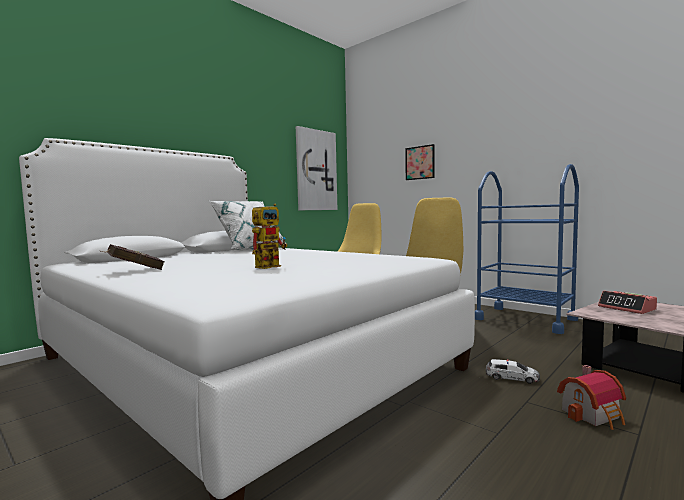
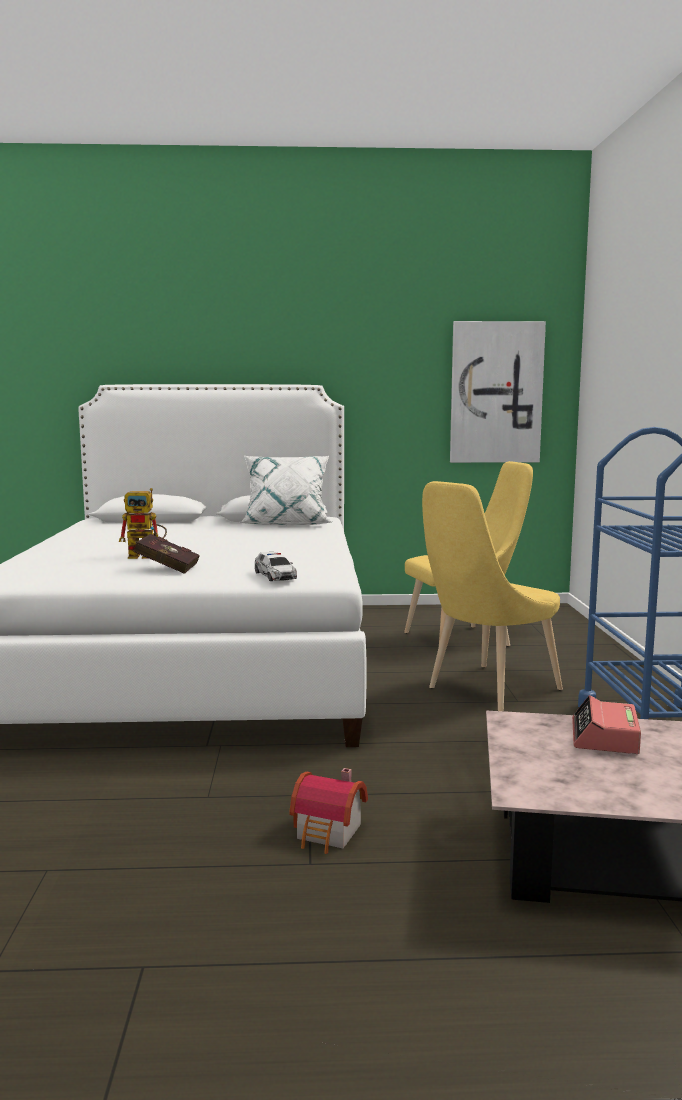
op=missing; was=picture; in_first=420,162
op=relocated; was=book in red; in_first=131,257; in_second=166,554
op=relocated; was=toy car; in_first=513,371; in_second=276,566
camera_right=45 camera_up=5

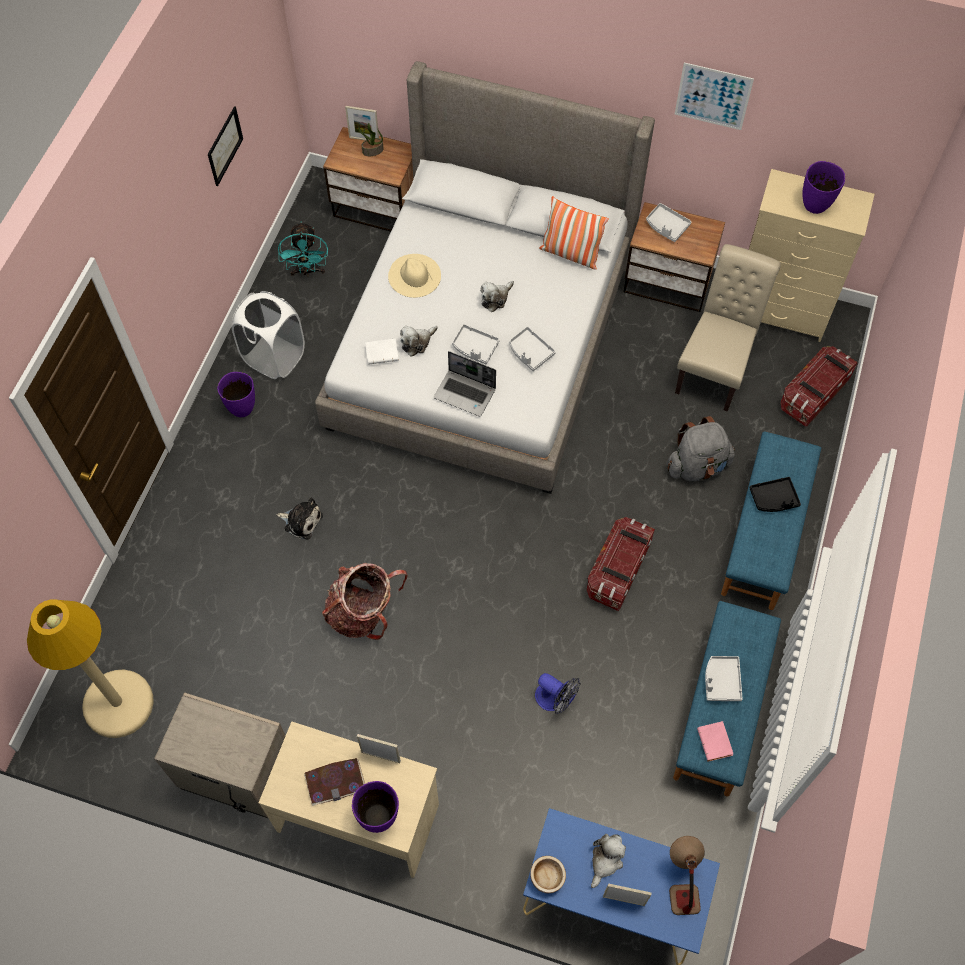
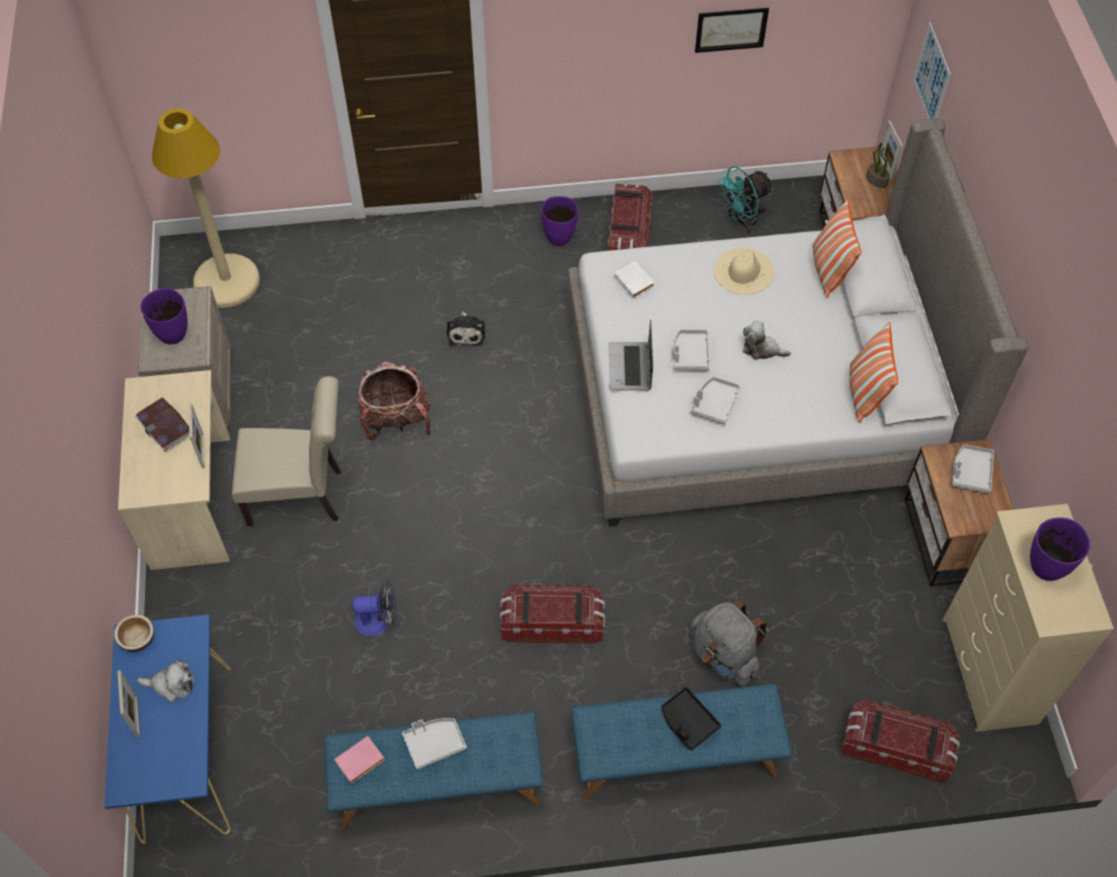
op=missing; was=plush toy; in_first=419,341
op=missing; was=table lamp; in_first=687,875
op=appeared; now=pillow; in_second=837,248
op=relocated; was=vase in purple; in_first=375,807; in_second=164,316
op=relocated; was=picture; in_first=714,96; in_second=932,70
op=relocated; was=chair in beige; in_first=728,328; in_second=286,451
op=exchanged; was=laundry basket in white; now=storage box; in_first=268,335; in_second=630,217
op=spun; was=fan; in_first=558,693; in_second=374,608; clockwise=-105
camera_right=65 camera_up=-5

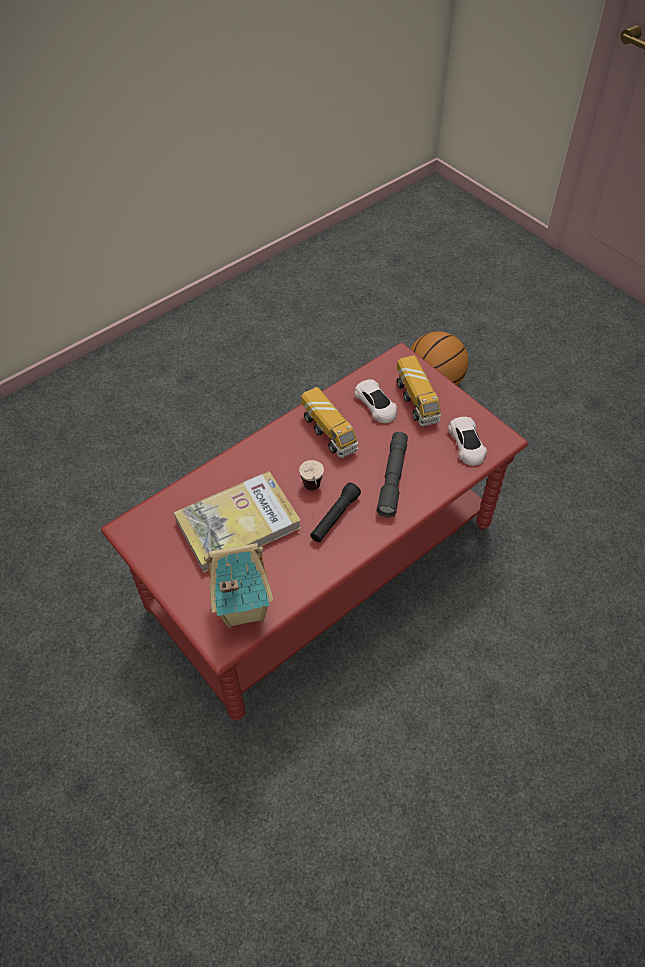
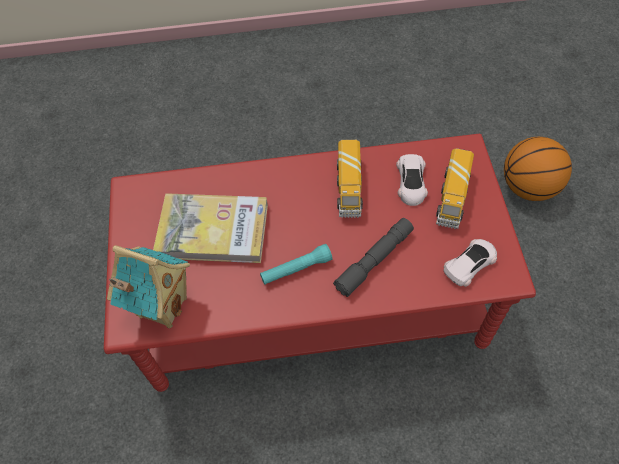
op=missing; was=cup; in_first=311,475
op=colour; was=flashlight in black; now=flashlight in turquoise; in_first=335,512; in_second=296,264
op=spun; was=toy car in white; in_first=467,441; in_second=470,263; clockwise=-150
camera_right=35 camera_up=5

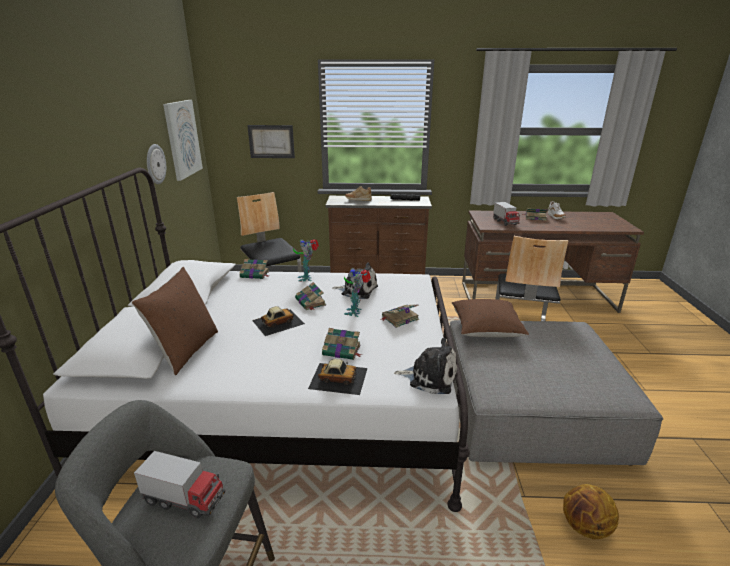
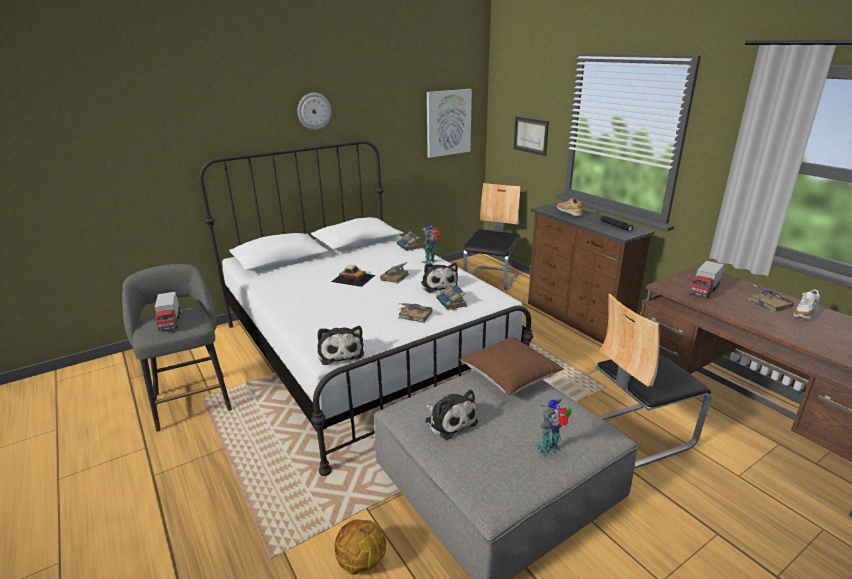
op=missing; was=pillow in brown; in_first=175,321
op=missing; was=toy car; in_first=338,377
op=appeared; now=plush toy; in_second=451,415
op=relocated; was=wall clock; in_first=156,164; in_second=314,111
op=relocated; was=book; in_first=342,344; in_second=452,296
op=relocated; was=toy robot; in_first=357,292; in_second=554,428
camera_right=55 camera_up=0

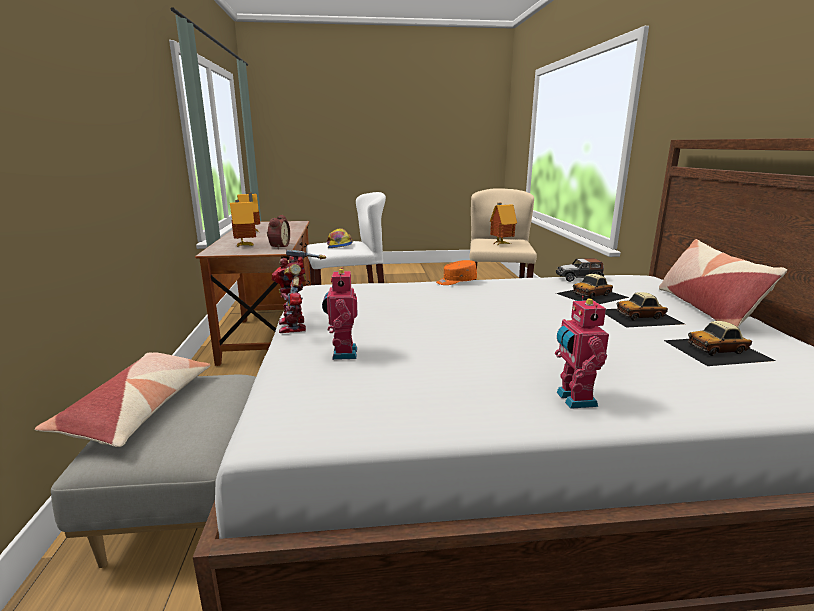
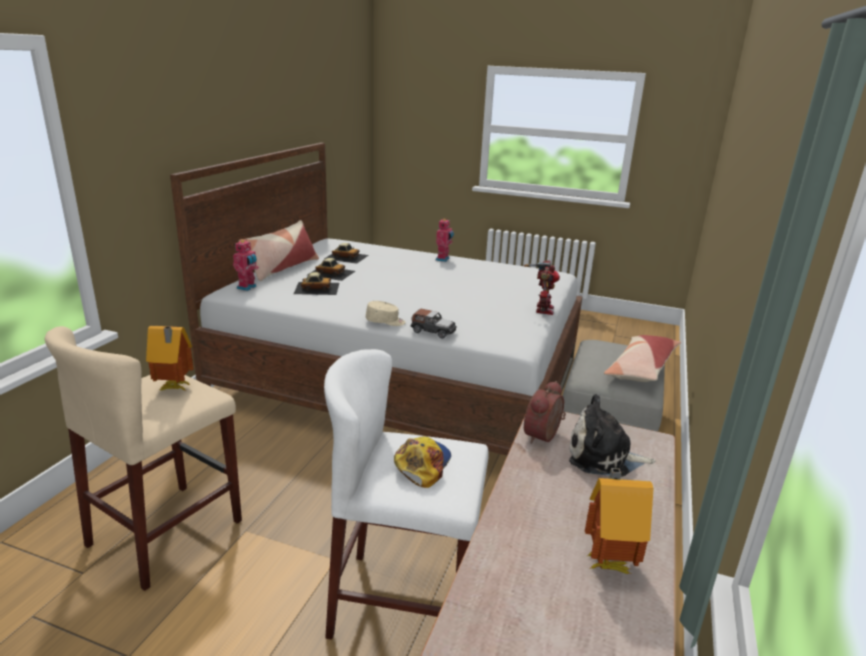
op=relocated; was=toy robot; in_first=339,314; in_second=246,265
op=relocated; was=toy car; in_first=580,270; in_second=434,324
op=exchanged; was=toy house; now=plush toy; in_first=243,224; in_second=612,435
op=colour; was=cap in orange; now=cap in beige; in_first=456,272; in_second=386,313
camera_right=-155 camera_up=5

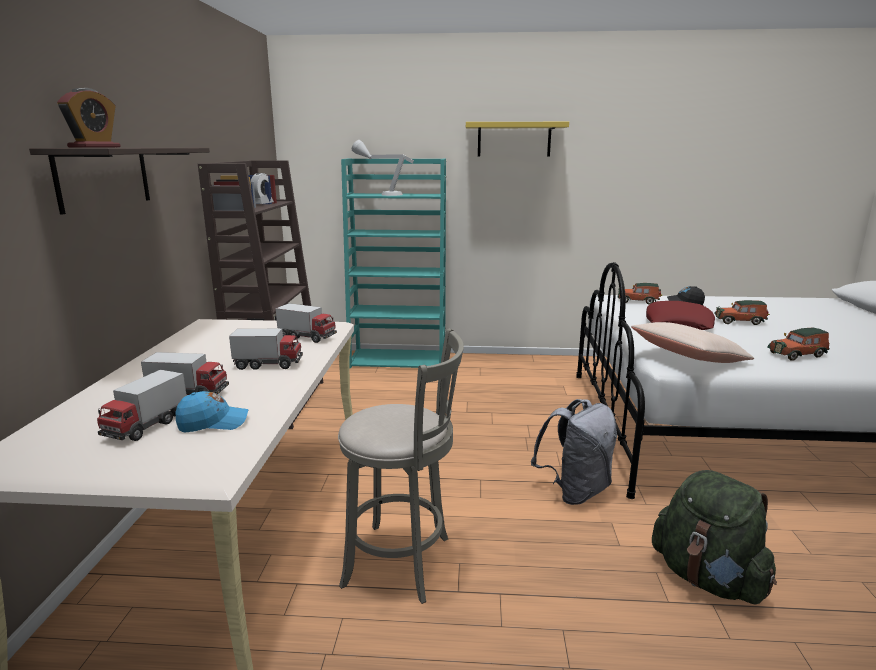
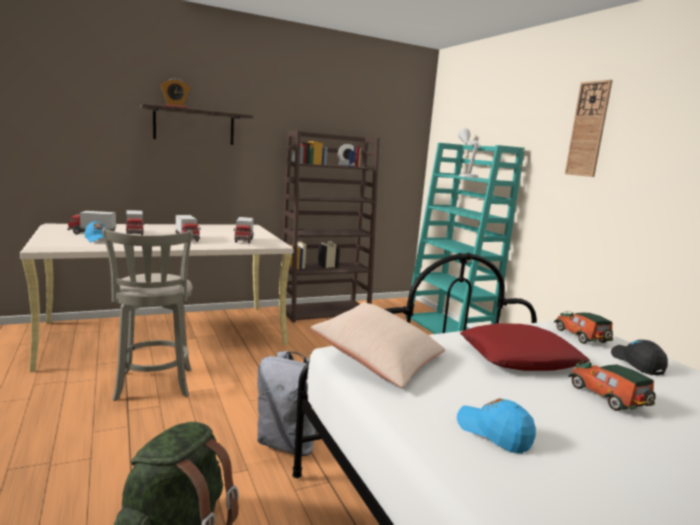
op=exchanged; was=shelf in yellow; now=wall clock; in_first=517,139; in_second=589,128
op=exchanged; was=toy car; now=cap in blue; in_first=798,344; in_second=496,426
camera_right=60 camera_up=-5

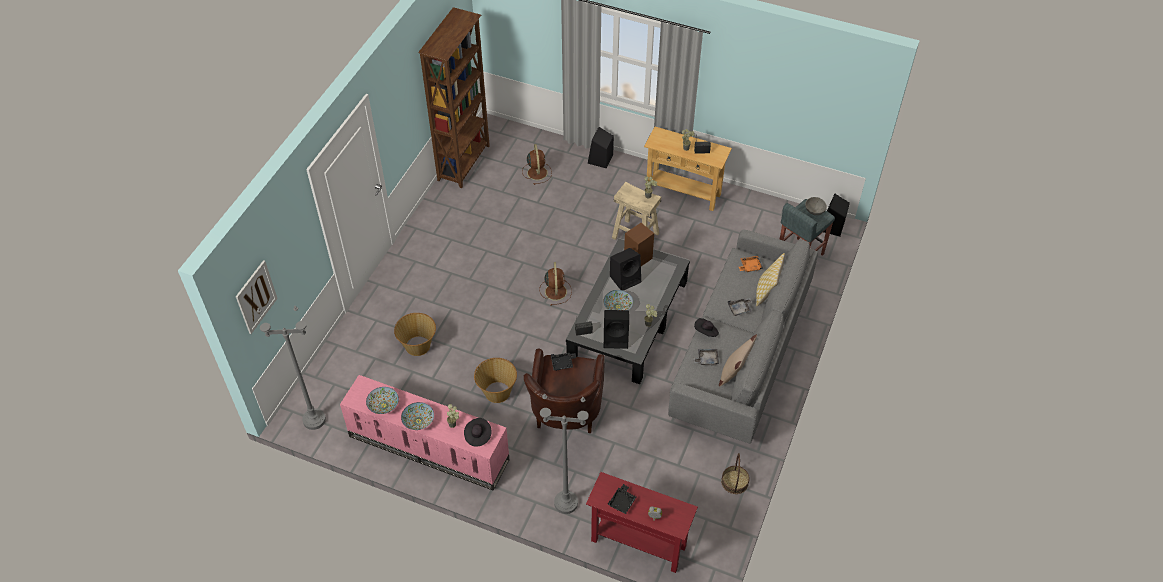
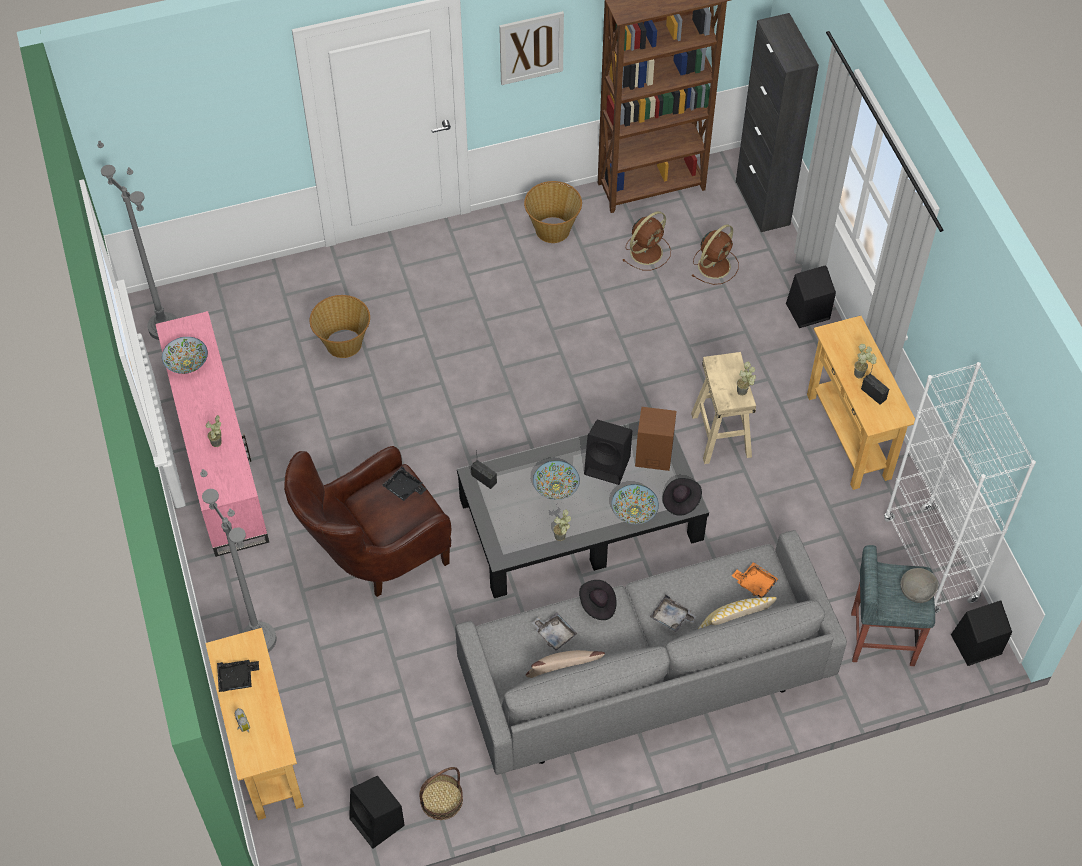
op=appeared; now=cabinet in black; in_second=777,122
op=appeared; now=bookcase in white; in_second=960,488
op=relocated; was=picture; in_first=257,297; in_second=531,48
op=relocated; was=bowl; in_first=417,416; in_second=635,504
op=relocated; was=hat in black; in_first=478,432; in_second=682,497
op=relocated; was=basket; in_first=495,380; in_second=553,212
op=relocated; was=fan in brown; in_first=555,284; in_second=647,241
op=relocated; was=speaker in black; in_first=616,329; in_second=377,812
op=colour; was=console table in red; now=console table in beige; in_first=642,522; in_second=254,724
camera_right=50 camera_up=5

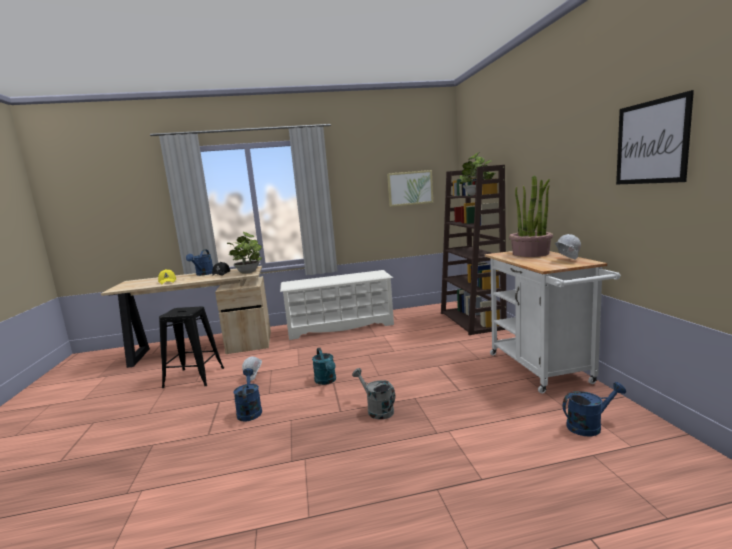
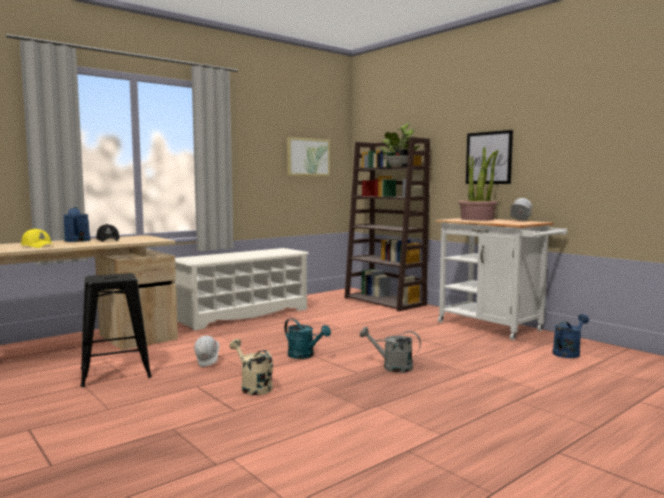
op=missing; was=potted plant; in_first=244,253
op=relocated; was=picture; in_first=655,137; in_second=489,157
op=colour; was=watering can in blue; now=watering can in beige; in_first=247,394; in_second=251,367
camera_right=-30 camera_up=-5

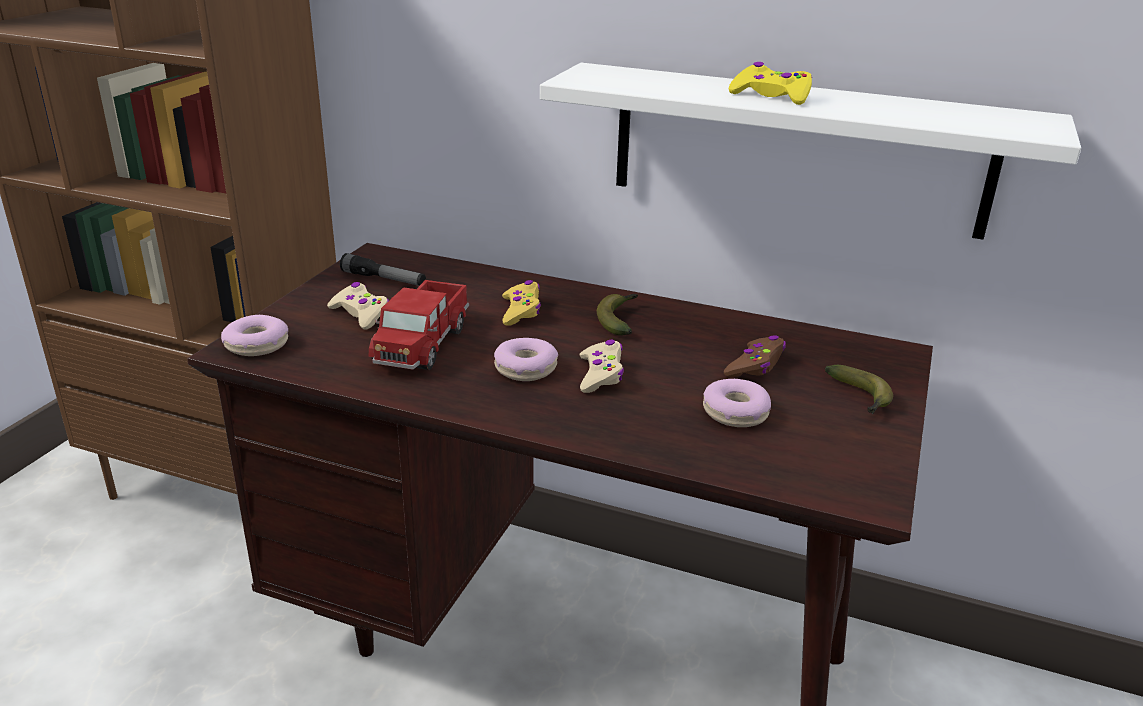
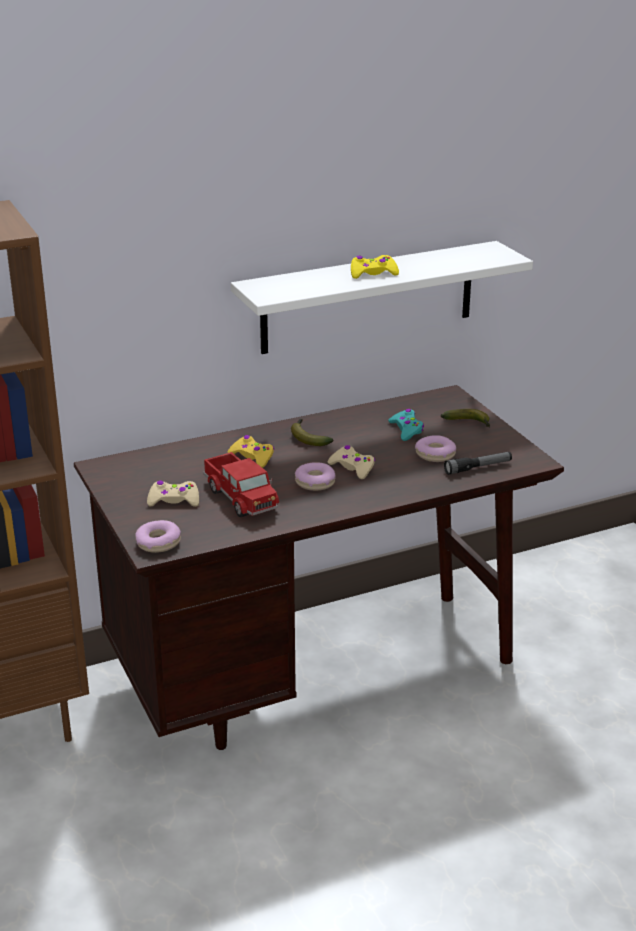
op=relocated; was=flashlight; in_first=383,269; in_second=478,463
op=colour; was=game controller in brown; now=game controller in turquoise; in_first=755,356; in_second=406,425
camera_right=-45 camera_up=0

